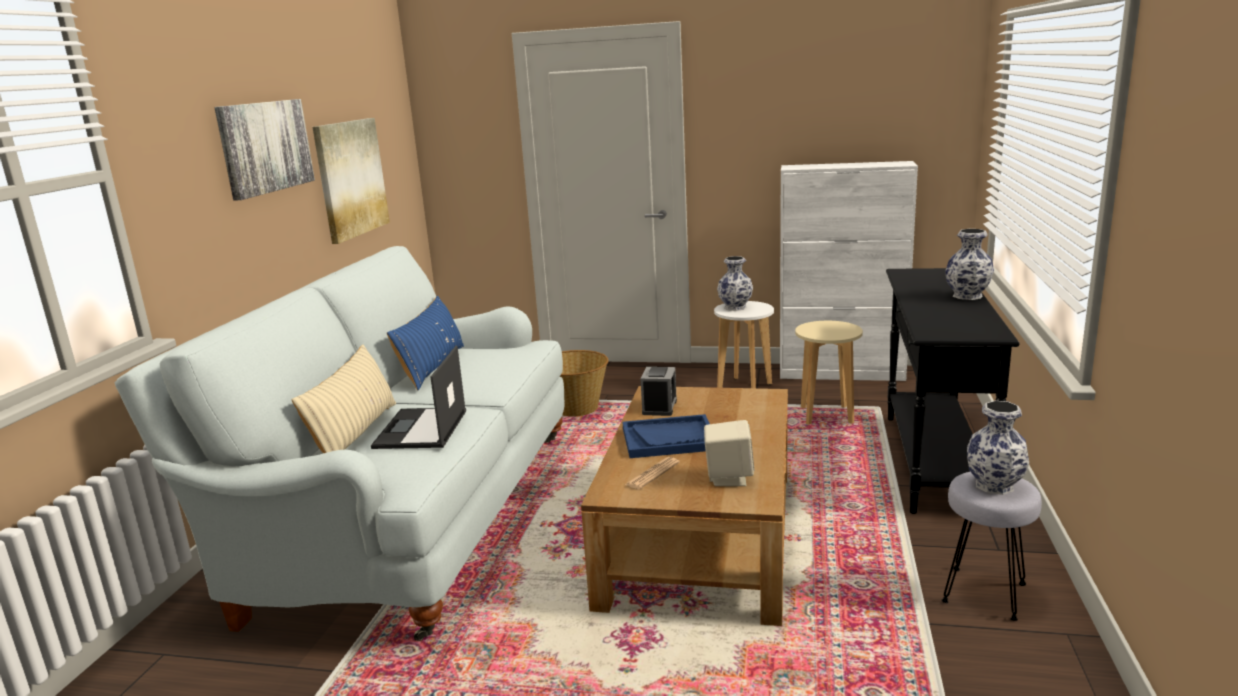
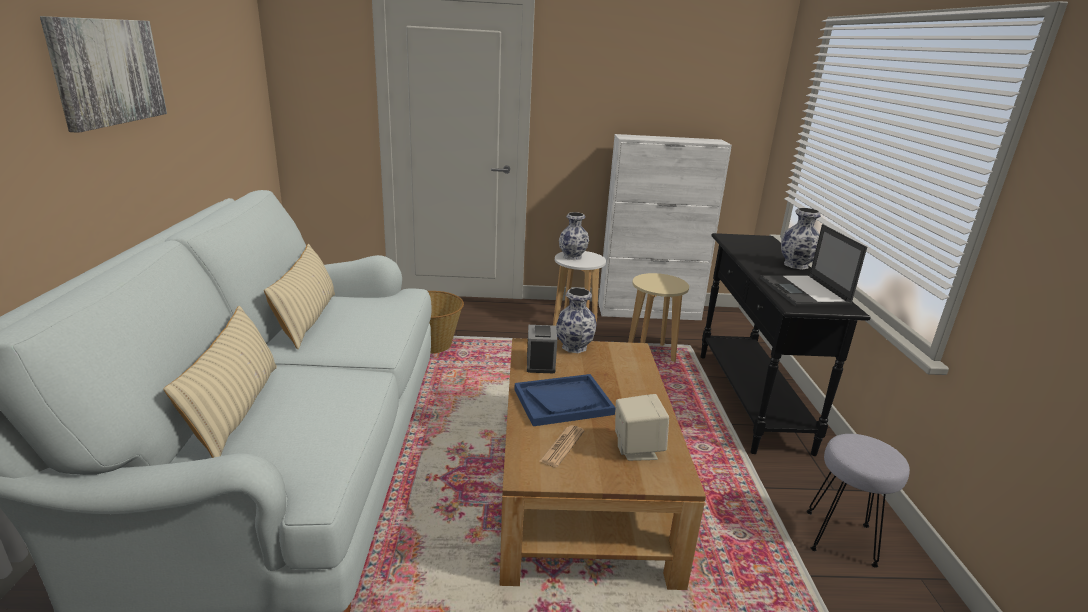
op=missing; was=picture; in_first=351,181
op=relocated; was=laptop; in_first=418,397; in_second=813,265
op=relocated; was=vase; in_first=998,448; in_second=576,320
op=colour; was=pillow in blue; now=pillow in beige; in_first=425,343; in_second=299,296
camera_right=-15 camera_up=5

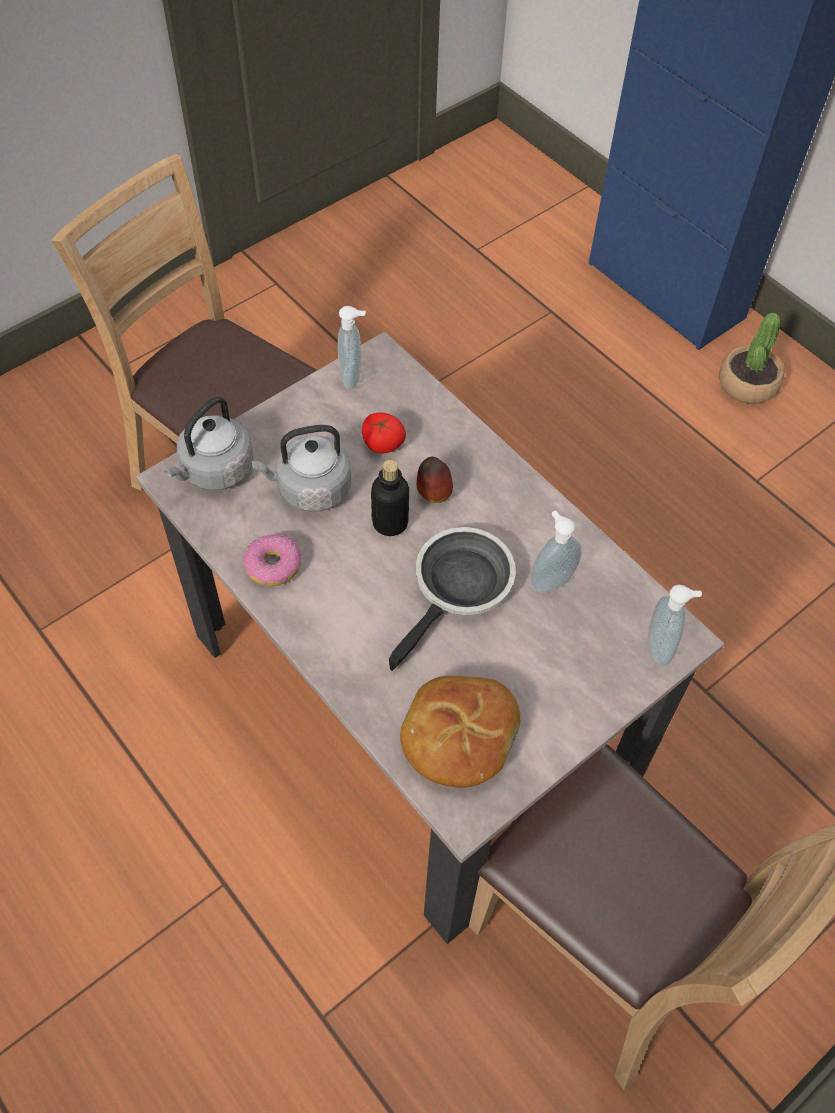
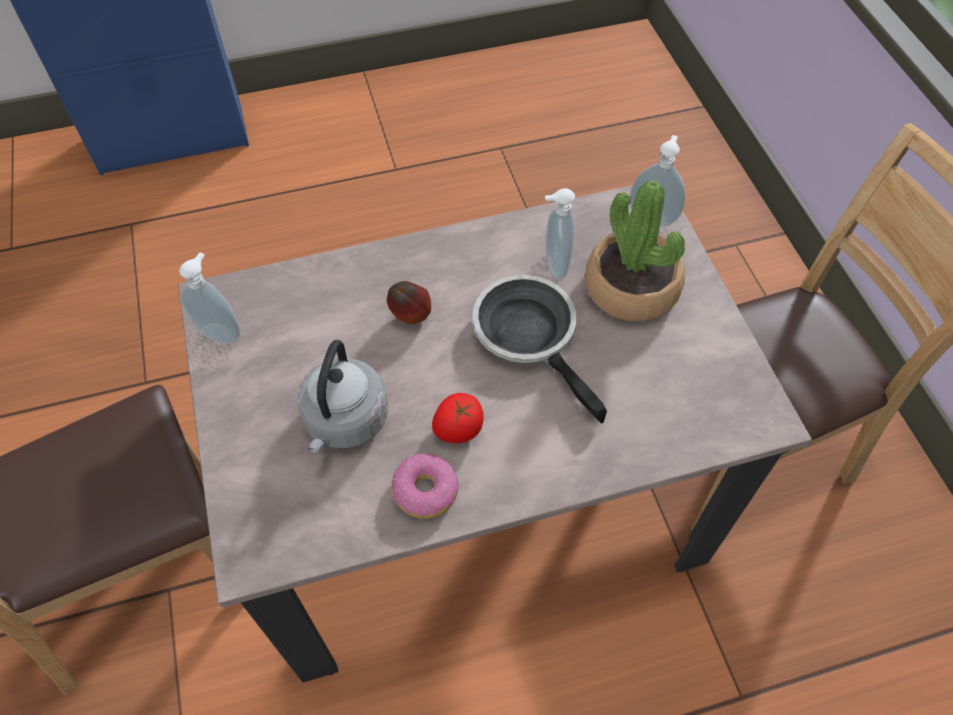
op=missing; was=kettle in grey; in_first=209,443
op=missing; was=bottle; in_first=390,498
op=missing; was=bread; in_first=460,732
op=relocated; was=tomato; in_first=384,433; in_second=458,418
op=relocated; was=potted plant; in_first=751,358; in_second=635,251
camera_right=-65 camera_up=0

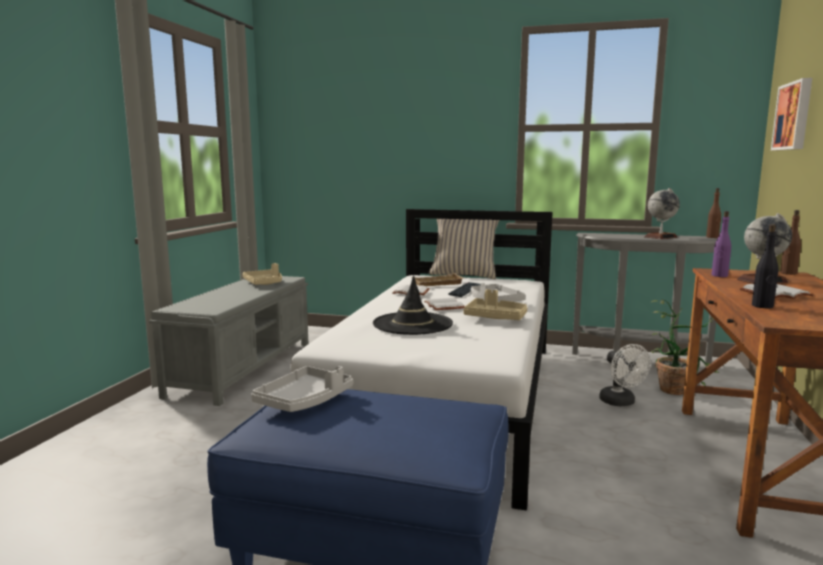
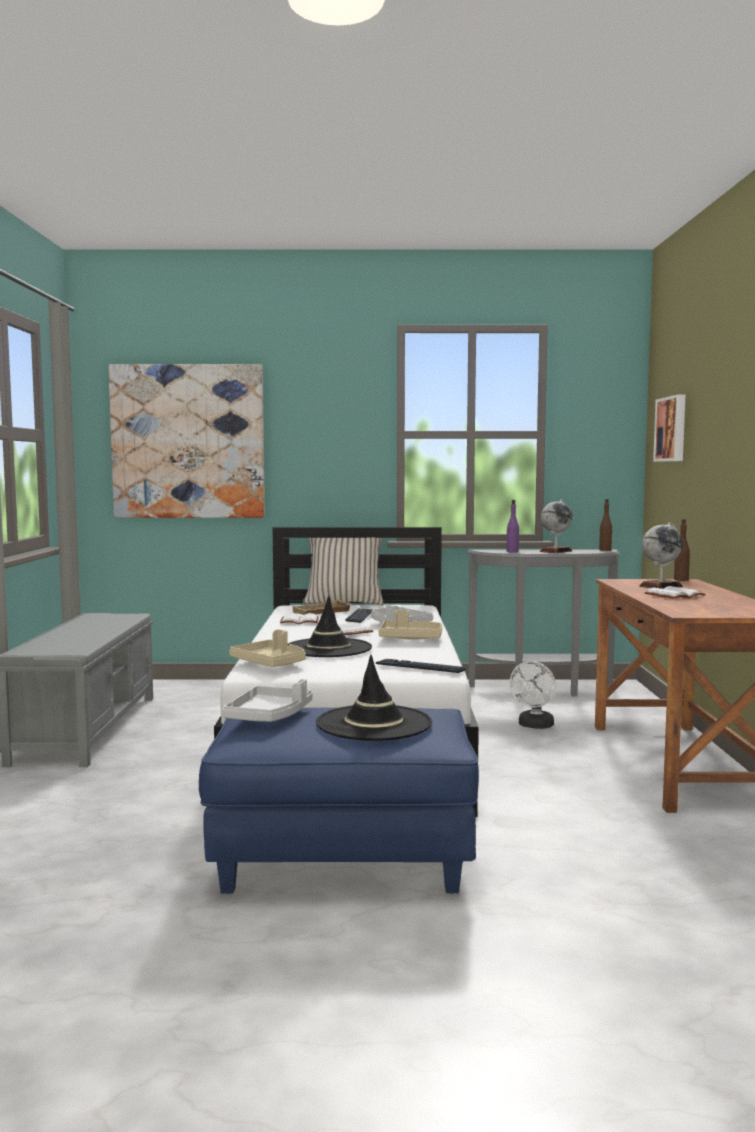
op=missing; was=potted plant; in_first=685,347
op=missing; was=bottle in black; in_first=765,266
op=appeared; now=picture; in_second=186,441
op=appeared; now=hat in black; in_second=374,698
op=appeared; now=keyboard; in_second=421,666
op=relocated; was=tray in beige; in_first=262,274; in_second=267,648
op=relocated; was=bottle in purple; in_first=721,244; in_second=513,526
op=spun; was=fan in white; in_first=625,375; in_second=532,695; clockwise=60
camera_right=-15 camera_up=-5

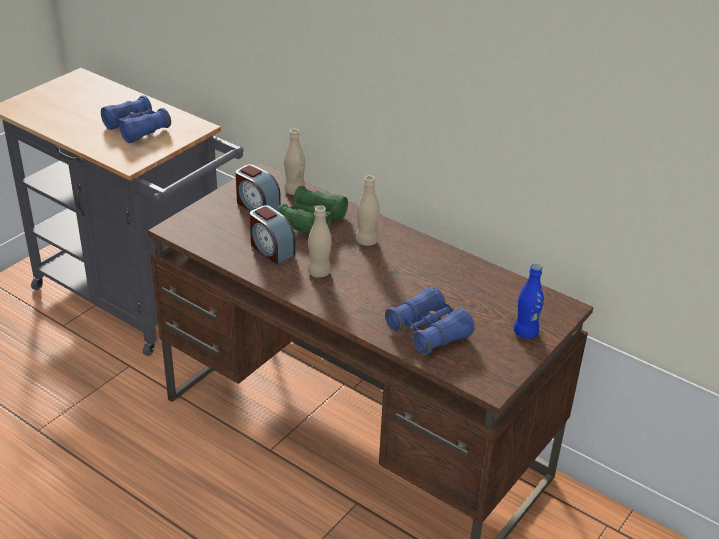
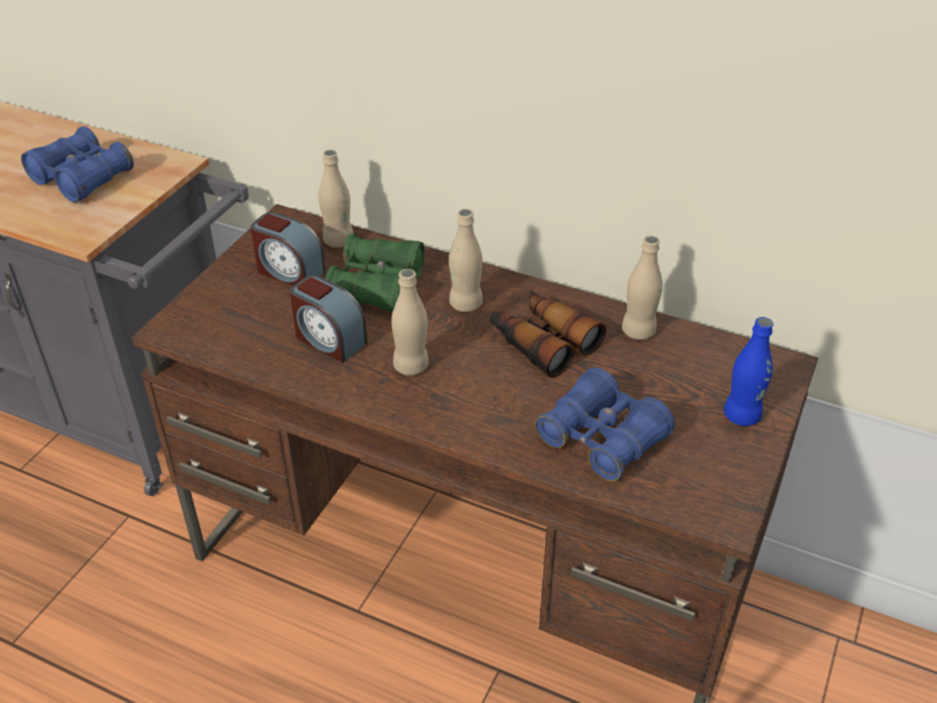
op=appeared; now=binoculars; in_second=548,334
op=appeared; now=bottle in beige; in_second=642,288
camera_right=-10 camera_up=5

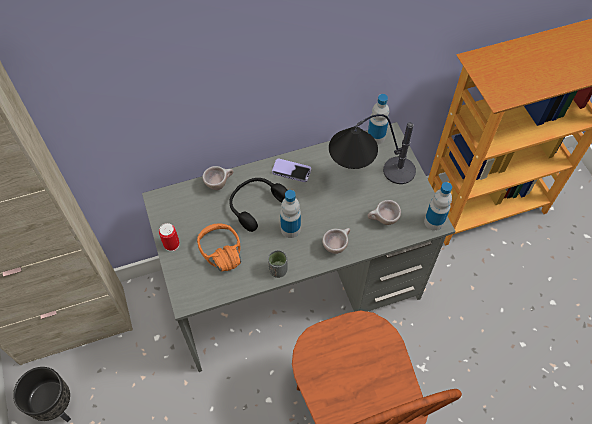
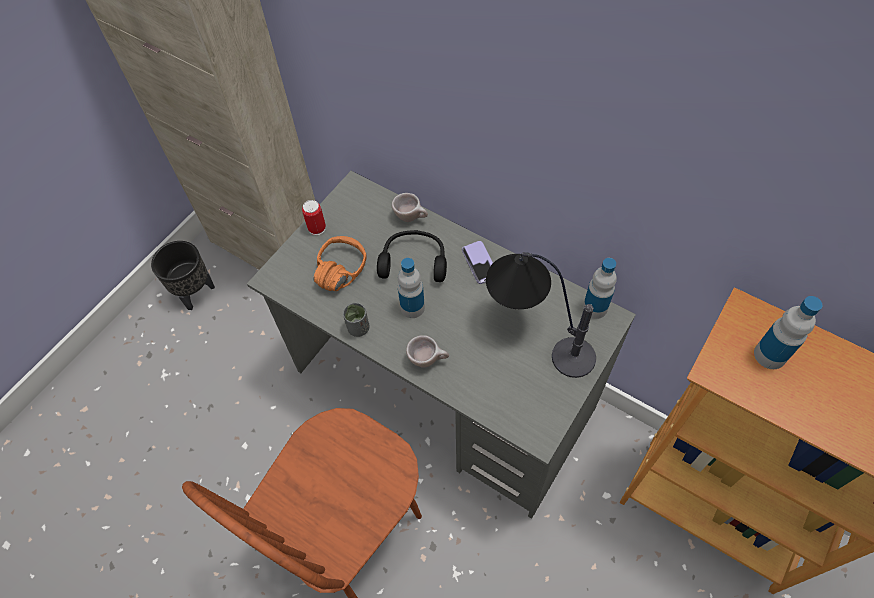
op=missing; was=cup in beige; in_first=384,212
op=relocated; was=bottle; in_first=438,206; in_second=788,332
camera_right=55 camera_up=0

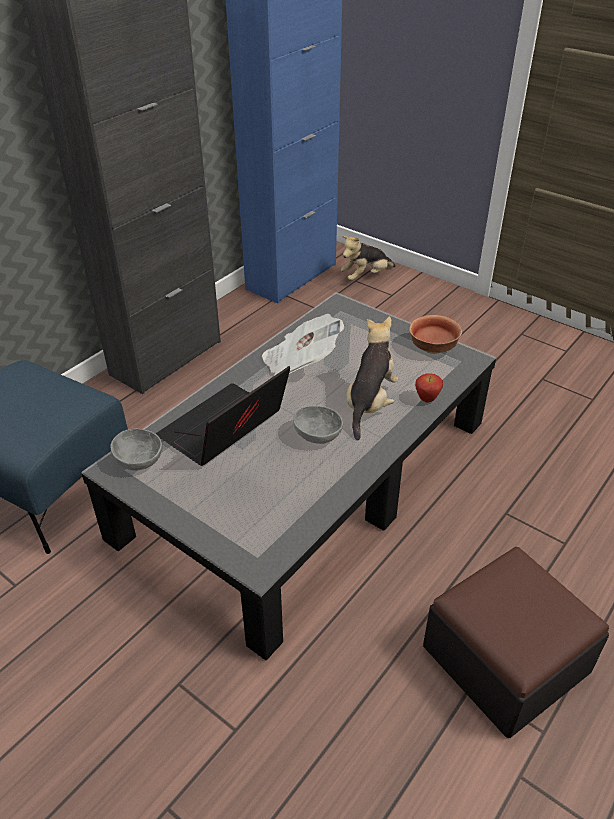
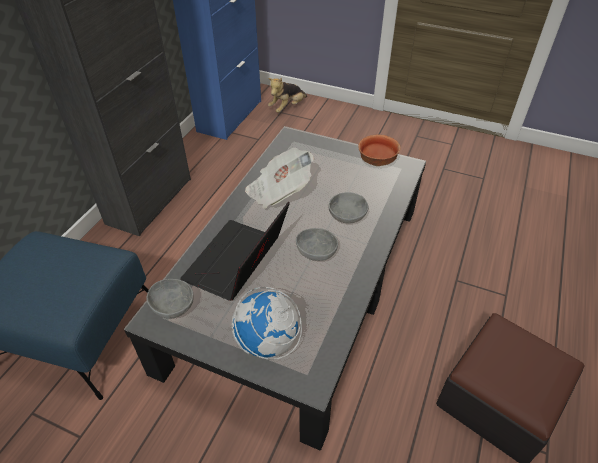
op=missing; was=apple; in_first=429,388
op=appeared; now=globe; in_second=267,323
op=exchanged; was=plush toy; now=bowl in grey; in_first=372,378; in_second=348,208
camera_right=-15 camera_up=5

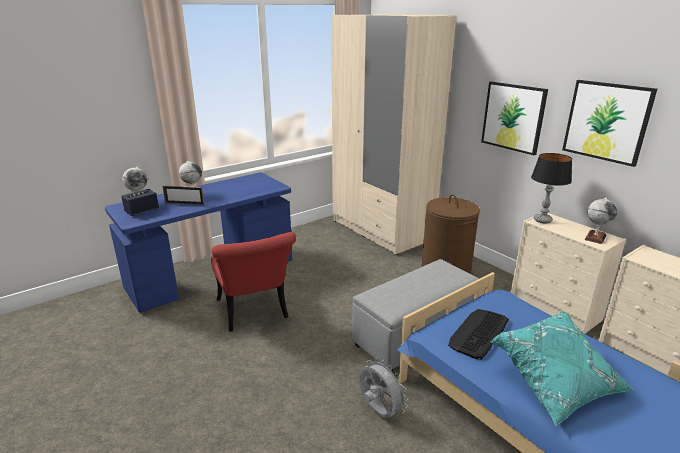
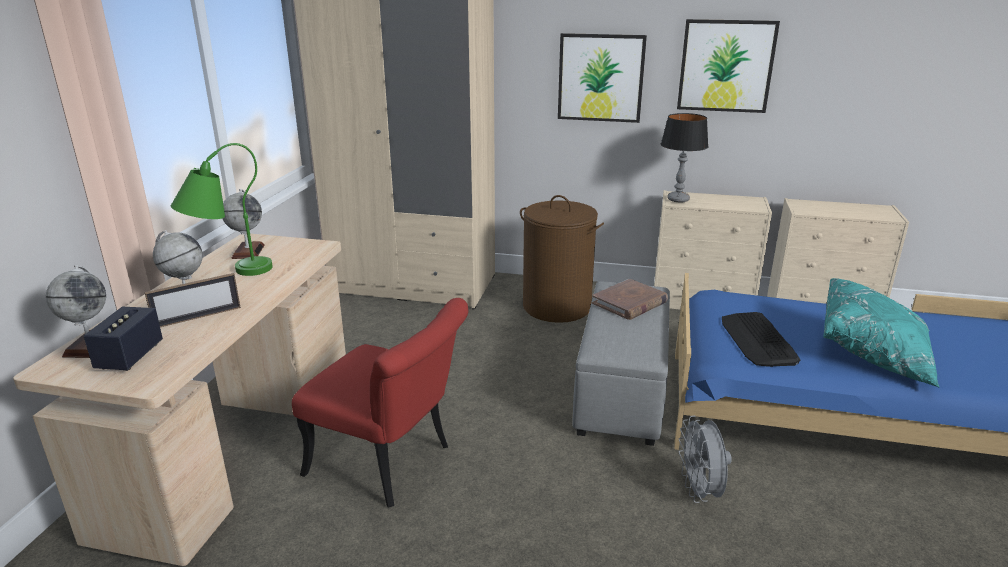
op=appeared; now=table lamp in green; in_second=222,209
op=appeared; now=book in brown; in_second=630,299
op=relocated; was=globe; in_first=601,220; in_second=243,224
op=colour; was=desk in blue; now=desk in beige; in_first=198,243; in_second=179,399
op=spun; was=fan in grey; in_first=383,387; in_second=705,459; clockwise=-105
camera_right=-40 camera_up=0

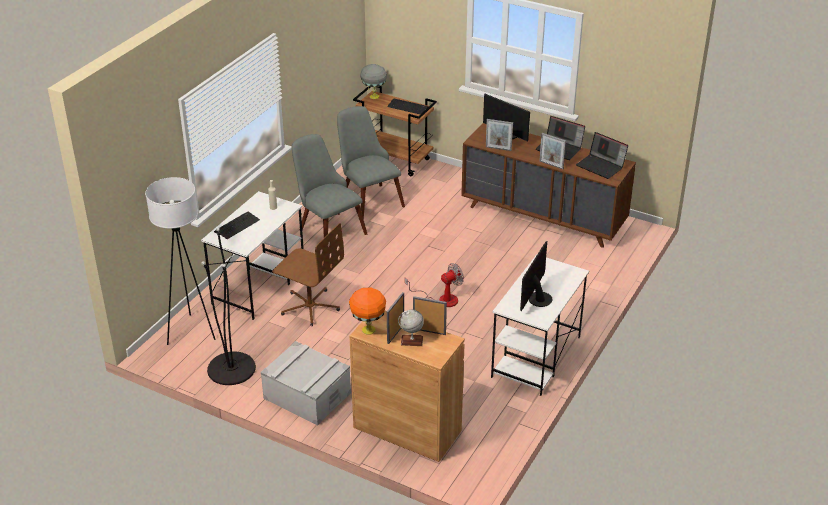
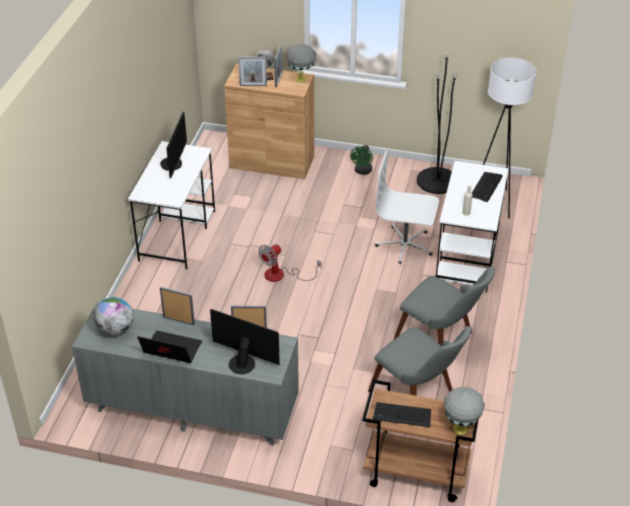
op=exchanged; was=storage box in grey; now=fan in green; in_first=305,383; in_second=361,160
op=exchanged; was=laptop; now=globe; in_first=602,155; in_second=114,316
op=colour; was=office chair in brown; now=office chair in white; in_first=308,274; in_second=407,207
op=colour; was=table lamp in orange; now=table lamp in grey; in_first=367,311; in_second=301,63
op=colour; was=dresser in brown; now=dresser in grey; in_first=548,185; in_second=185,374
camera_right=165 camera_up=5

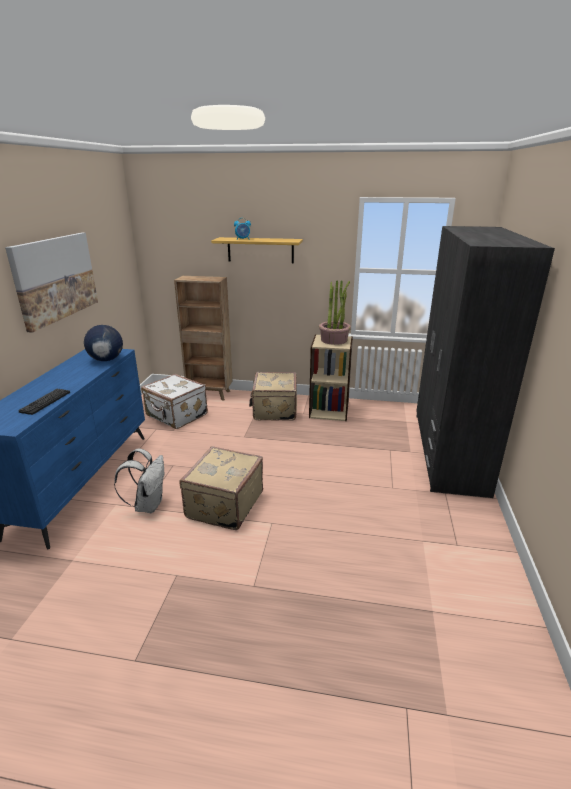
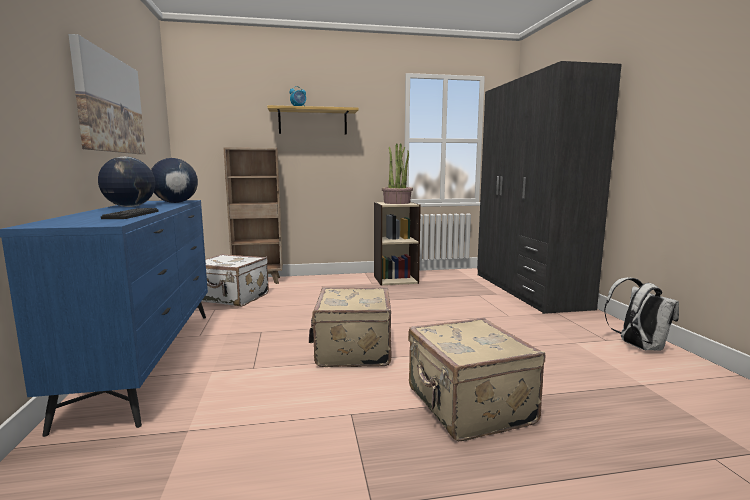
op=appeared; now=globe; in_second=126,182
op=relocated; was=backpack in white; in_first=139,481; in_second=641,313
op=relocated; was=suitcase in beige; in_first=273,396; in_second=476,379
camera_right=-20 camera_up=-15

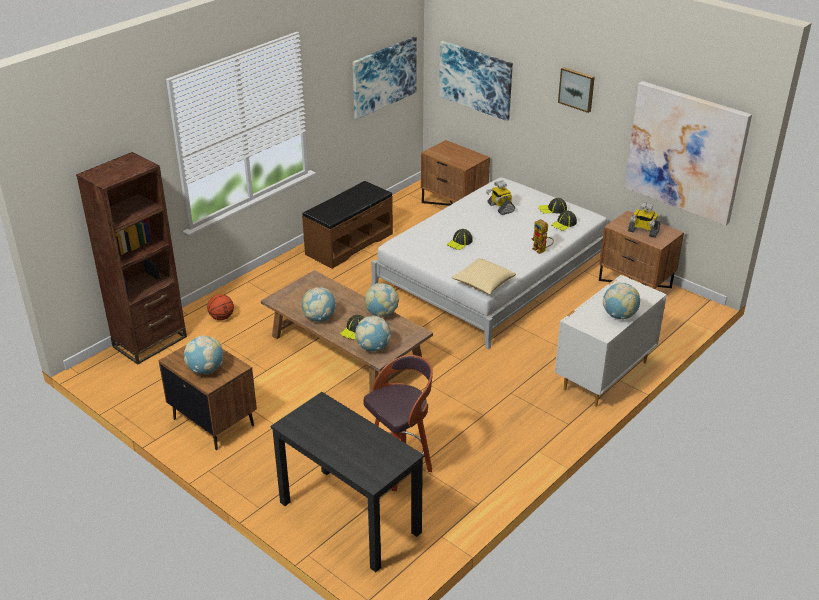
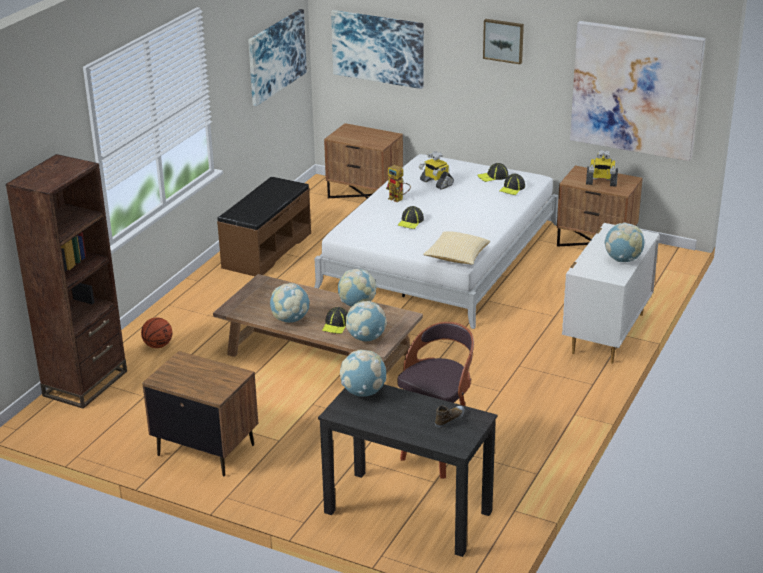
op=appeared; now=shoe; in_second=450,417
op=relocated; was=globe; in_first=203,354; in_second=363,373
op=relocated; was=toy robot; in_first=542,236; in_second=398,183
camera_right=-15 camera_up=-5

